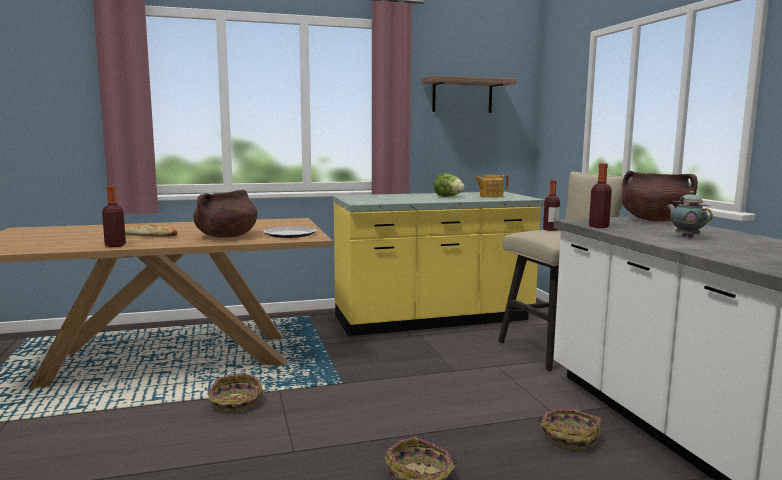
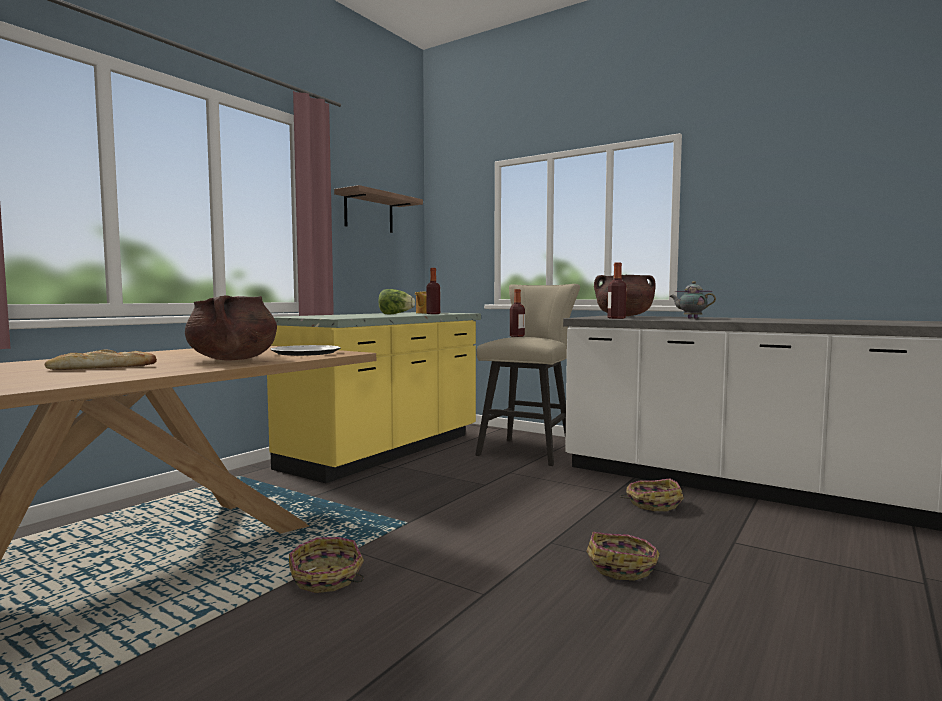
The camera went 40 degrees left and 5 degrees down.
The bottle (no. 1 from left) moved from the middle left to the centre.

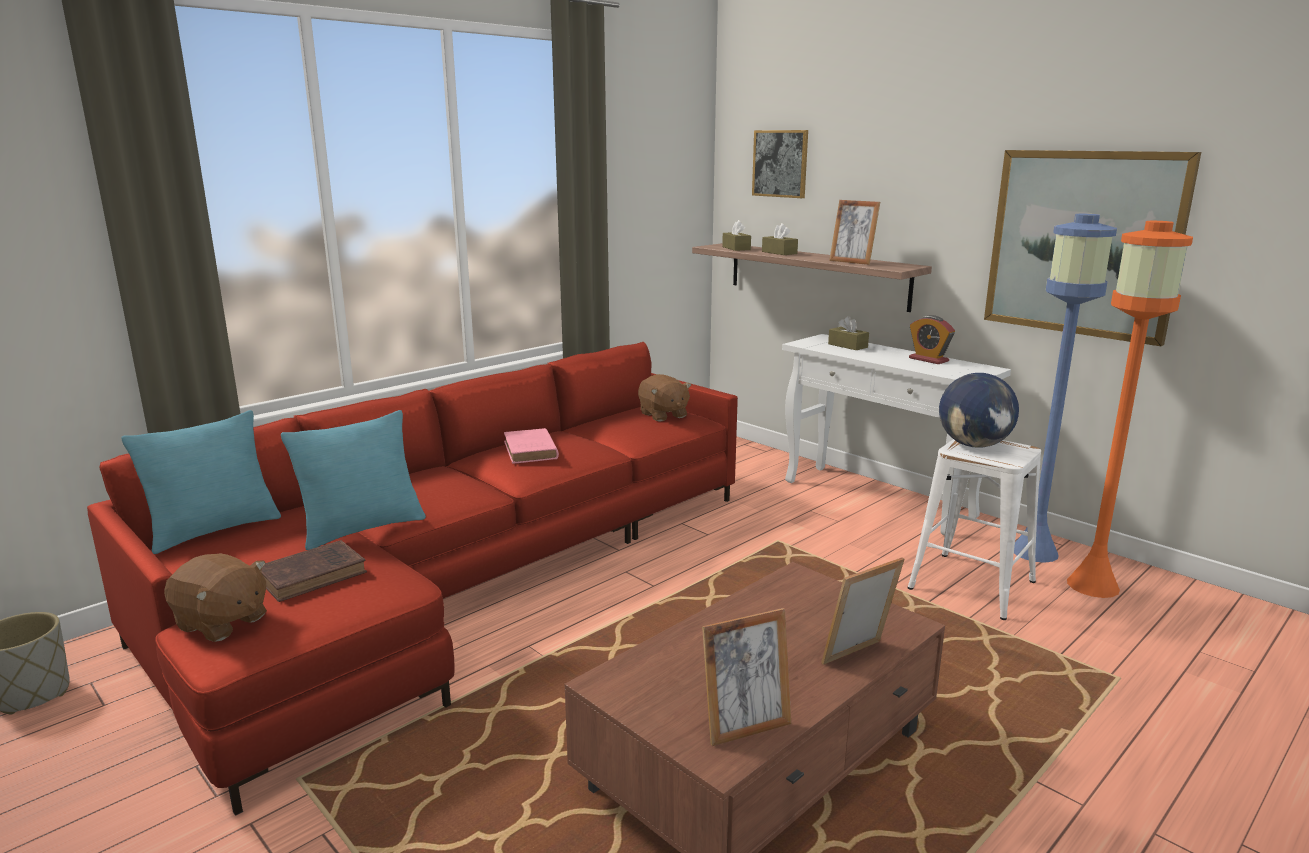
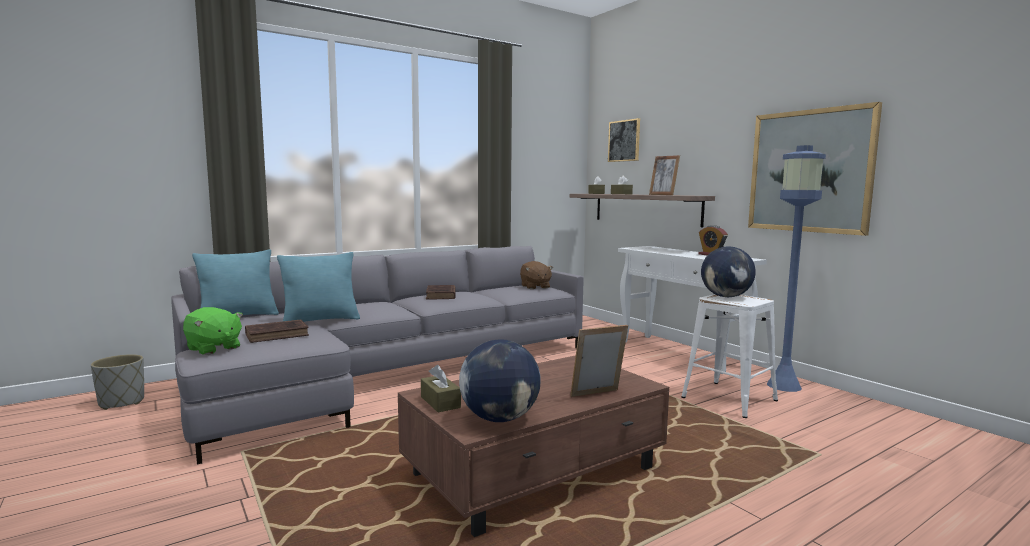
The camera went 10 degrees right and 10 degrees down.
The sofa (red) at the bottom left became the sofa (grey) at the centre.
The plush toy (brown) (no. 1 from left) at the bottom left became the plush toy (green) at the middle left.
The book (pink) at the centre became the book (brown) (no. 2 from left) at the centre.
The picture frame (no. 1 from left) at the bottom centre was replaced by the globe (no. 1 from left) at the bottom centre.
The tissue box (brown) (no. 3 from left in the first image) moved from the centre to the bottom centre.
The floor lamp (orange) at the middle right disappeared.

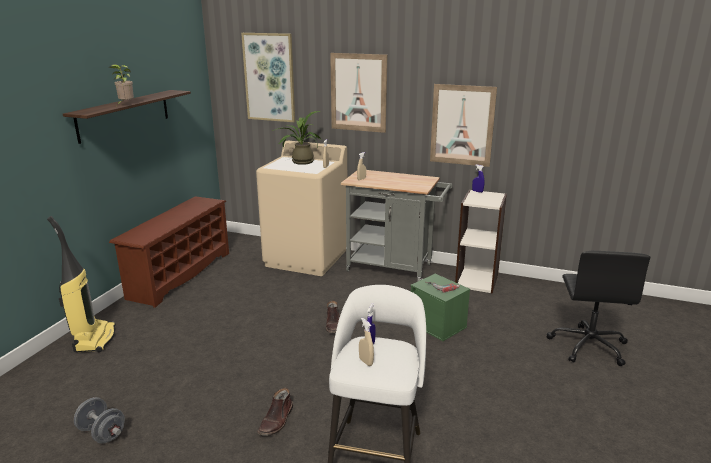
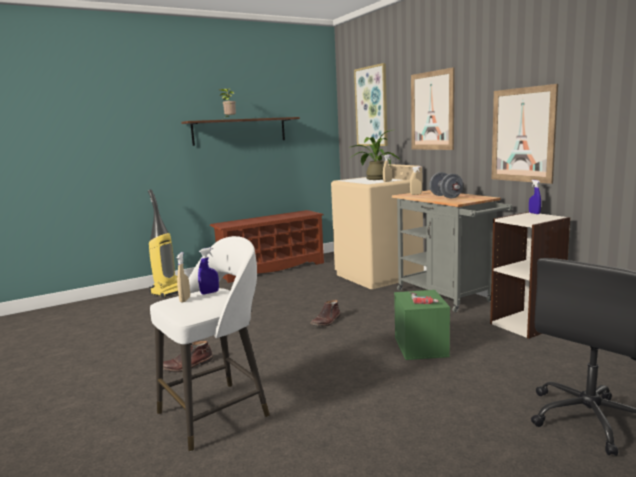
The camera went 40 degrees right and 10 degrees down.
The dumbbell (grey) moved from the bottom left to the middle right.

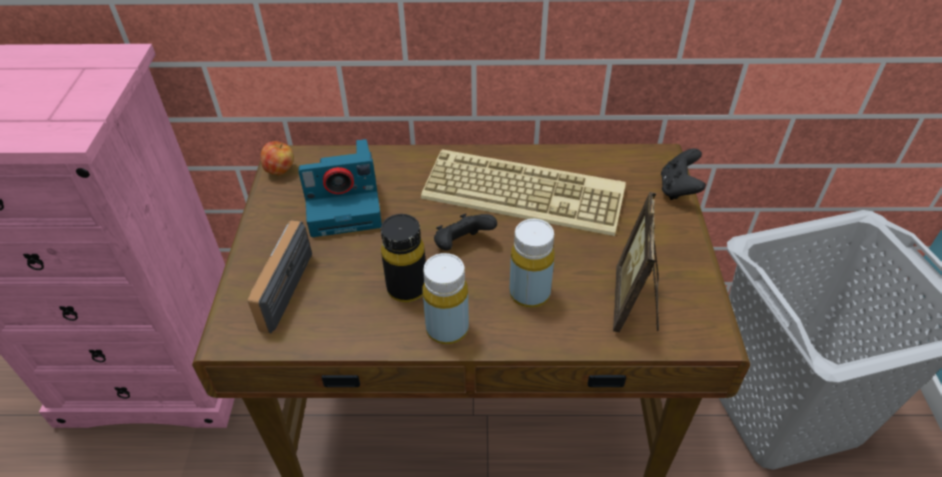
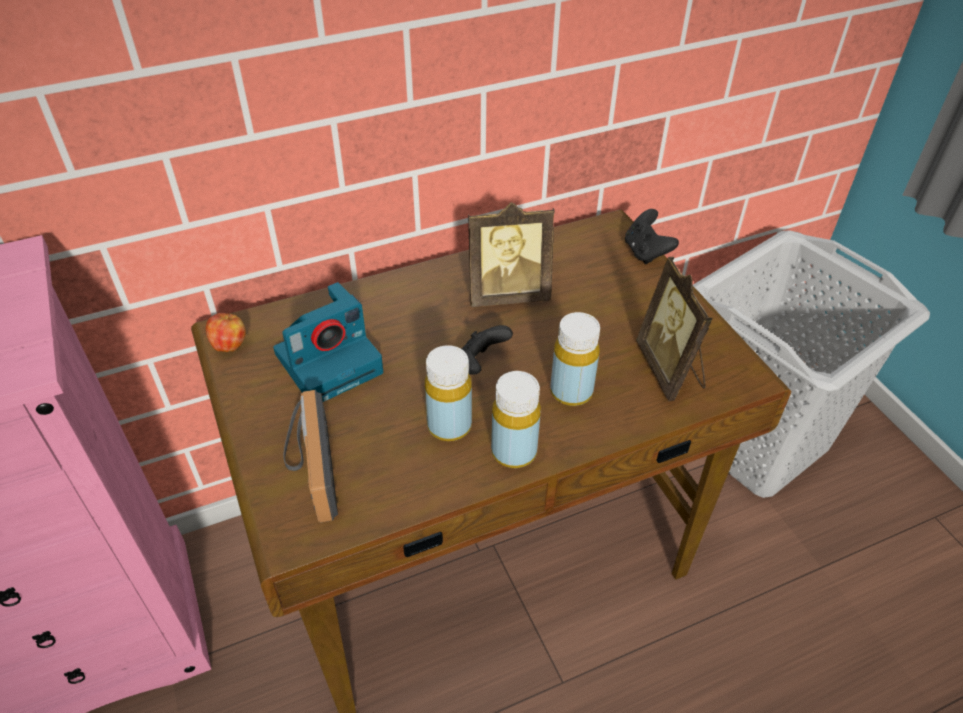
The camera went 25 degrees left and 0 degrees up.
The bottle (black) at the centre became the bottle (yellow) (no. 1 from left) at the centre.
The keyboard at the centre was replaced by the picture frame (no. 1 from left) at the centre.

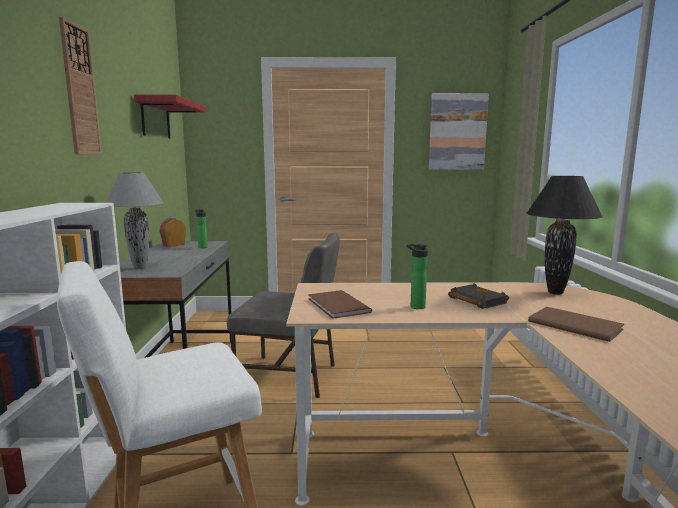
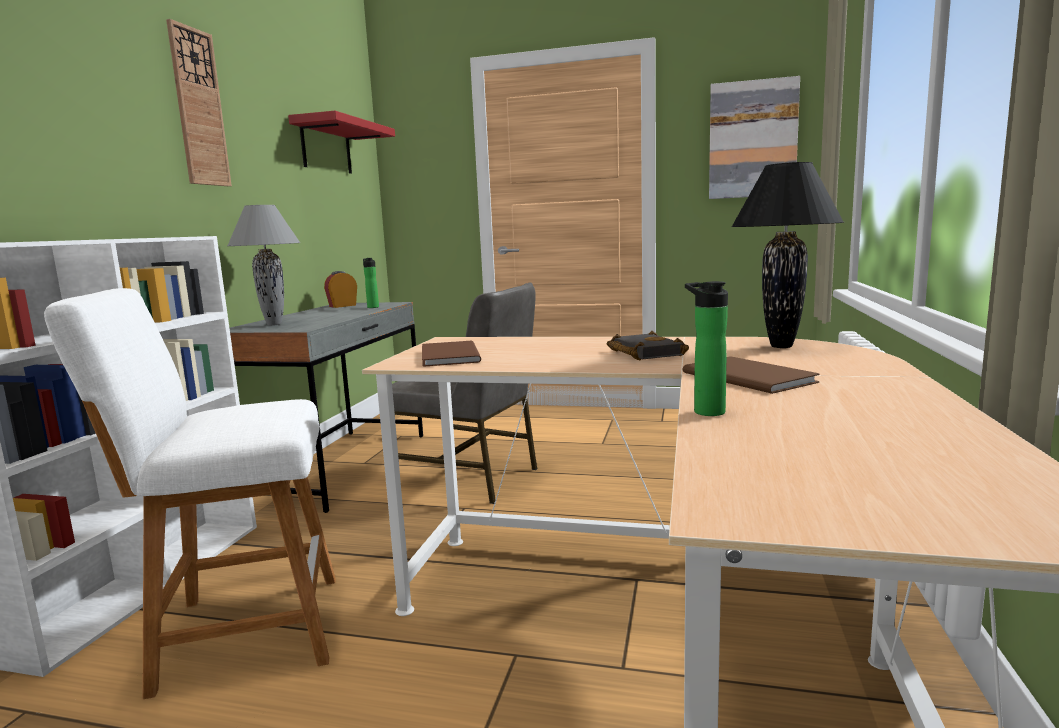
The camera went 15 degrees right and 0 degrees up.
The bottle (no. 2 from left) moved from the centre to the middle right.

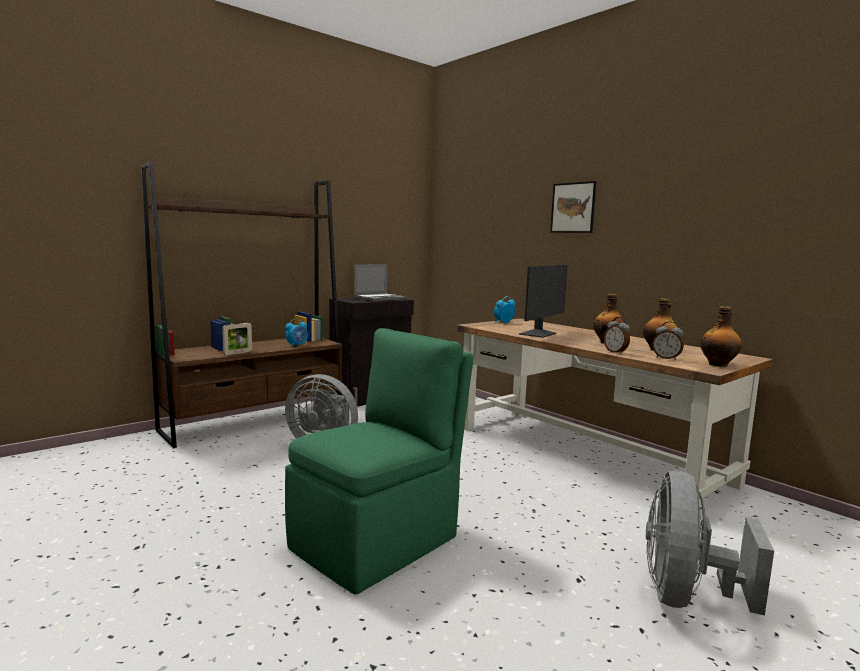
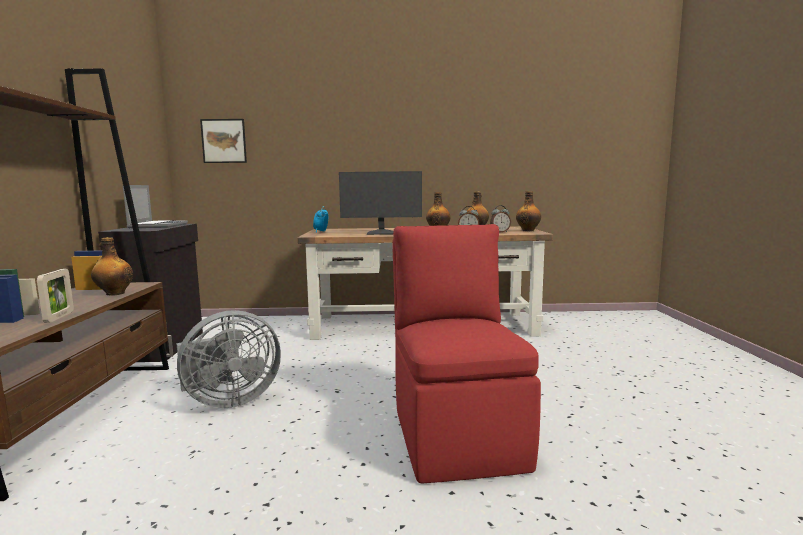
The camera went 50 degrees left and 0 degrees up.
The chair (green) at the bottom centre became the chair (red) at the centre.
The alarm clock (no. 1 from left) at the centre was replaced by the bottle (no. 1 from left) at the middle left.
The monitor at the centre turned 105 degrees clockwise.
The picture moved from the top centre to the top left.
The fan (grey) (no. 2 from left) at the bottom right disappeared.

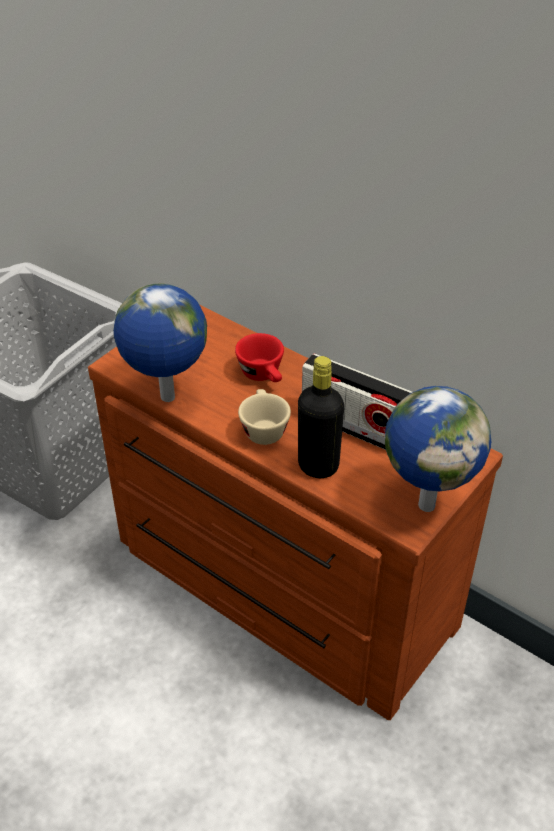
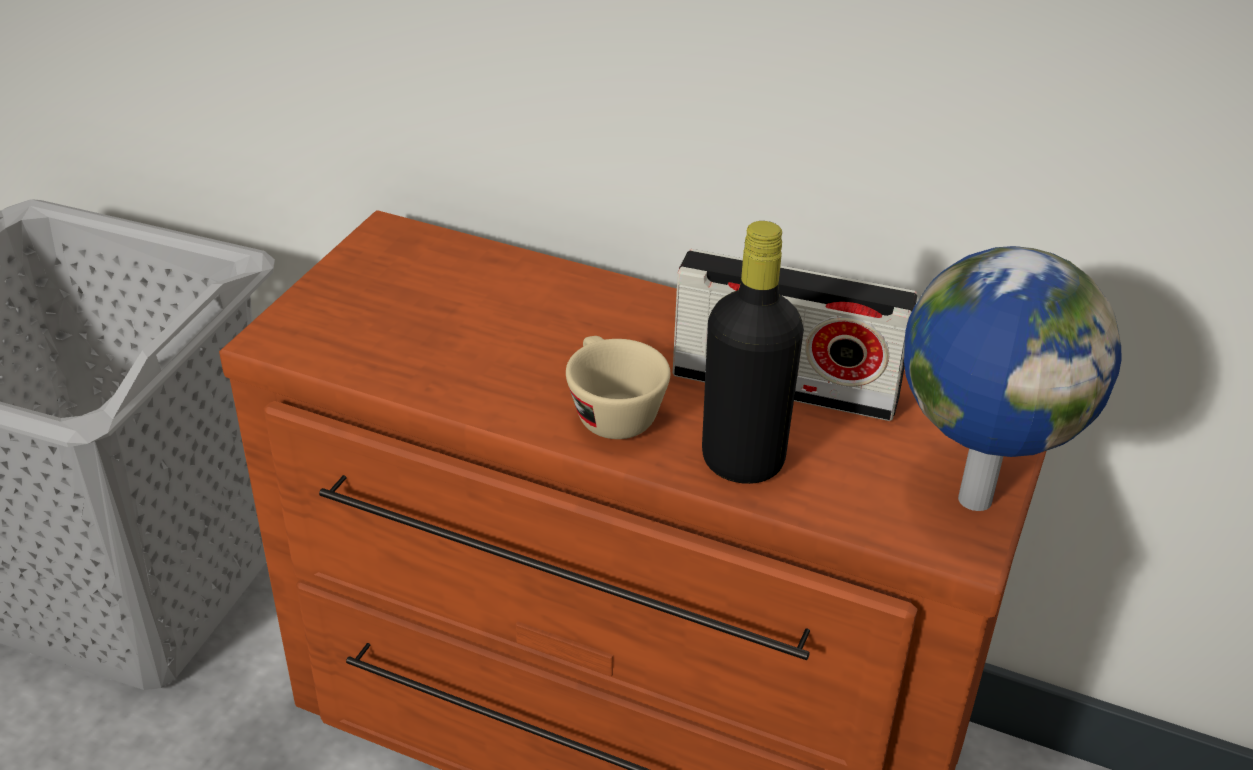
The camera went 15 degrees left and 5 degrees down.
The globe (no. 1 from left) at the middle left disappeared.
The cup (red) at the centre disappeared.

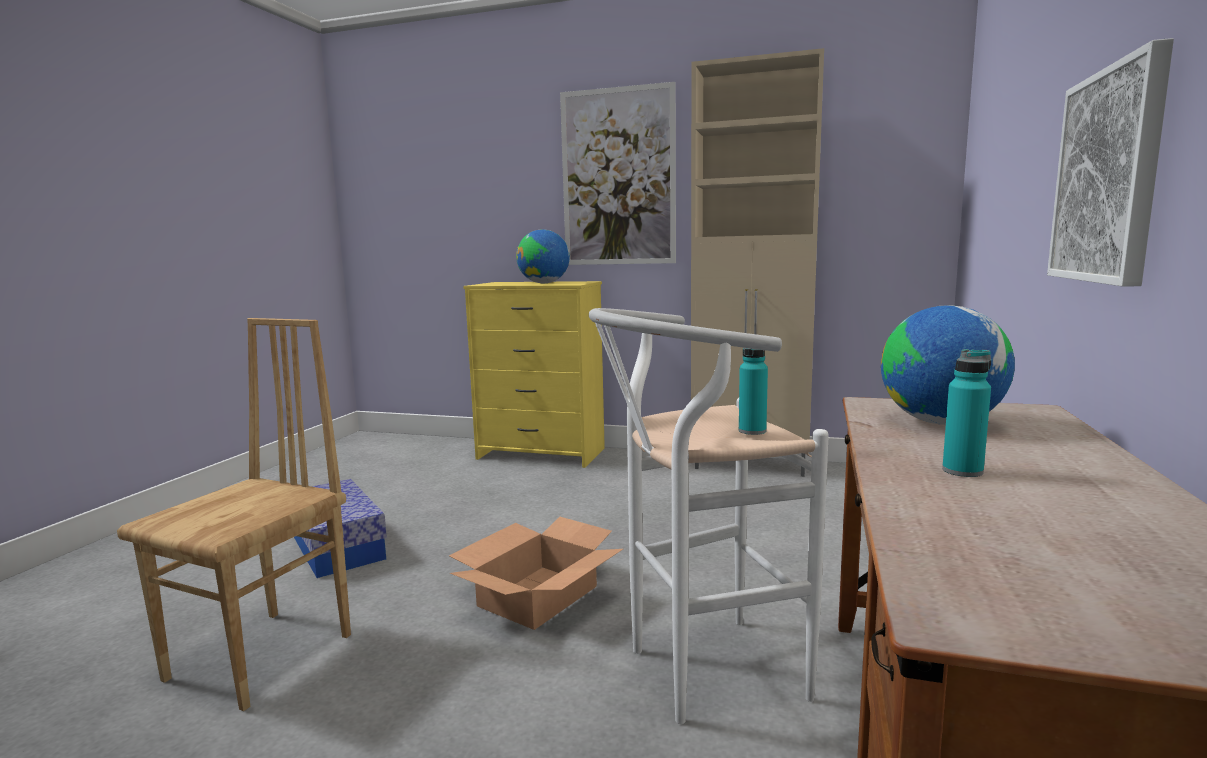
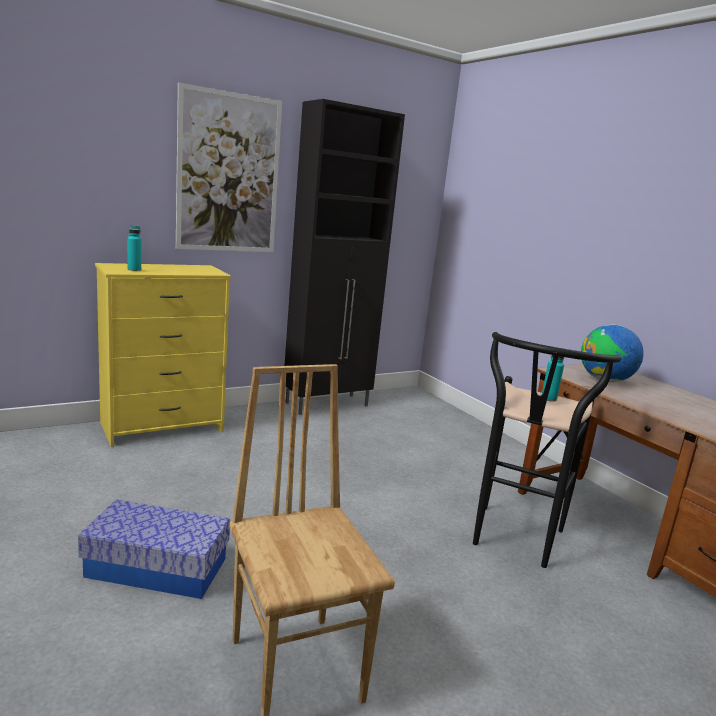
The camera went 50 degrees left and 5 degrees up.
The cardboard box at the bottom centre disappeared.
The globe (no. 1 from left) at the centre disappeared.
The stool (white) at the bottom centre became the stool (black) at the middle right.
The cabinet (beige) at the centre became the cabinet (black) at the centre.
The bottle (turquoise) (no. 2 from left in the first image) moved from the middle right to the middle left.
The picture (no. 2 from left) at the top right disappeared.

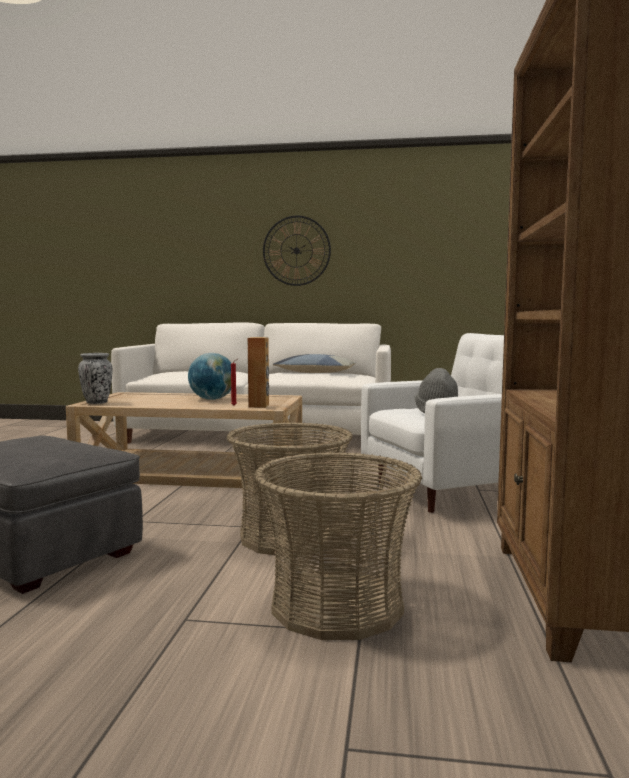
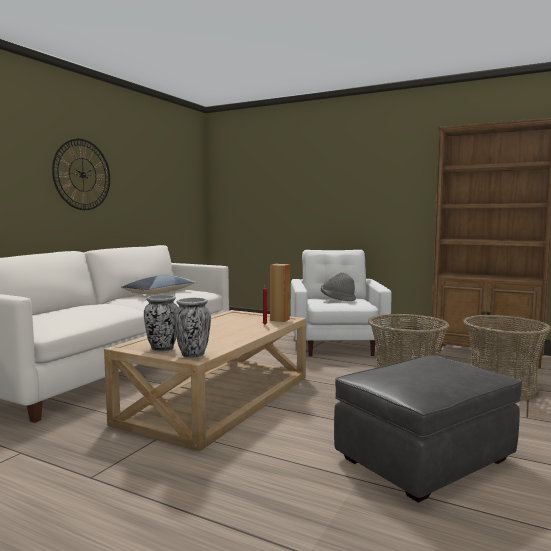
The camera went 70 degrees left and 0 degrees up.
The globe at the centre disappeared.
The vase (no. 1 from left) at the middle left appeared.

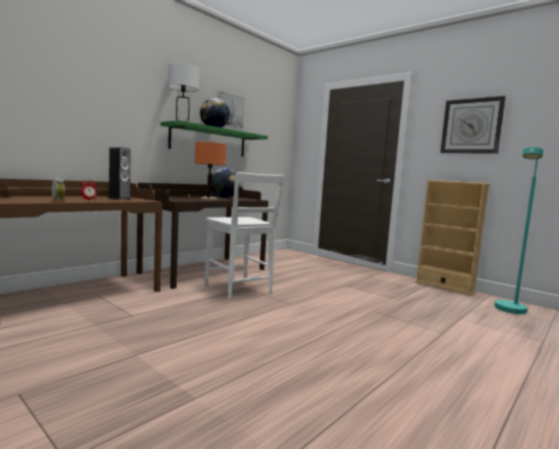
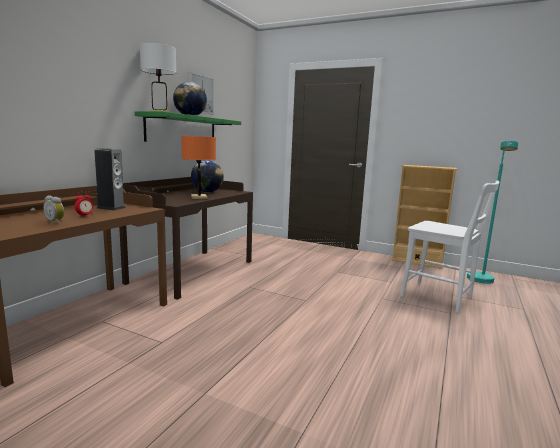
The camera went 15 degrees left and 5 degrees up.
The chair (white) moved from the centre to the middle right.
The wall clock at the top right disappeared.

